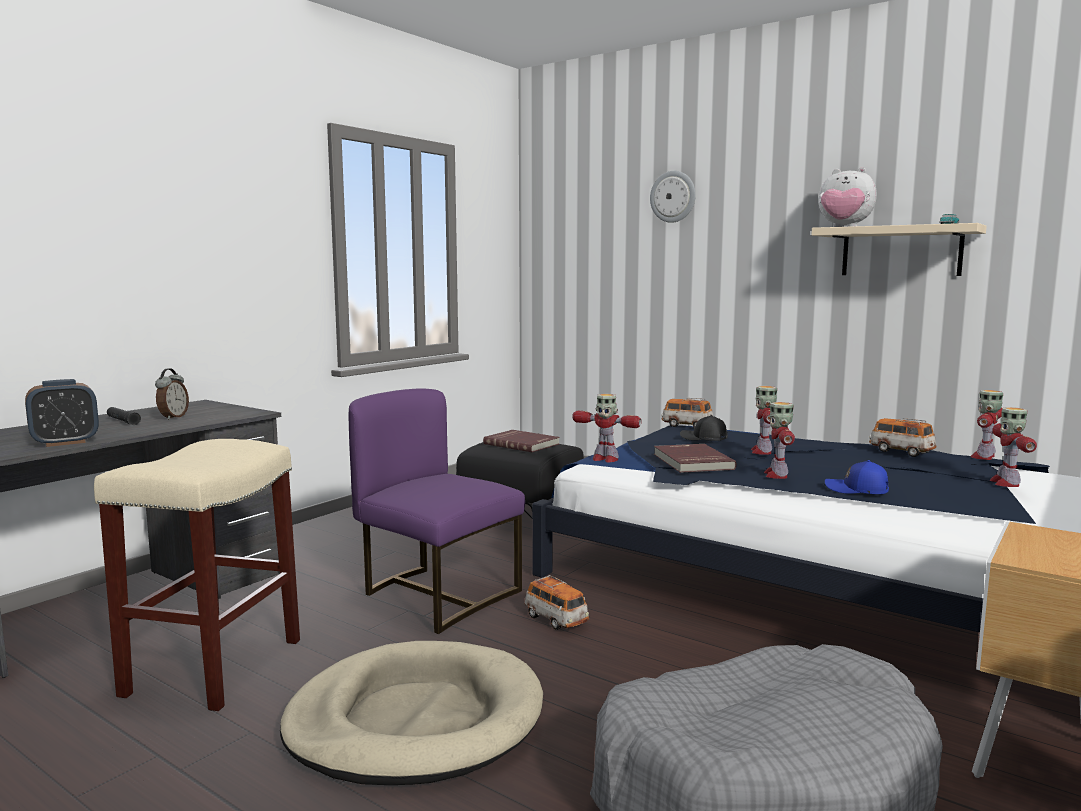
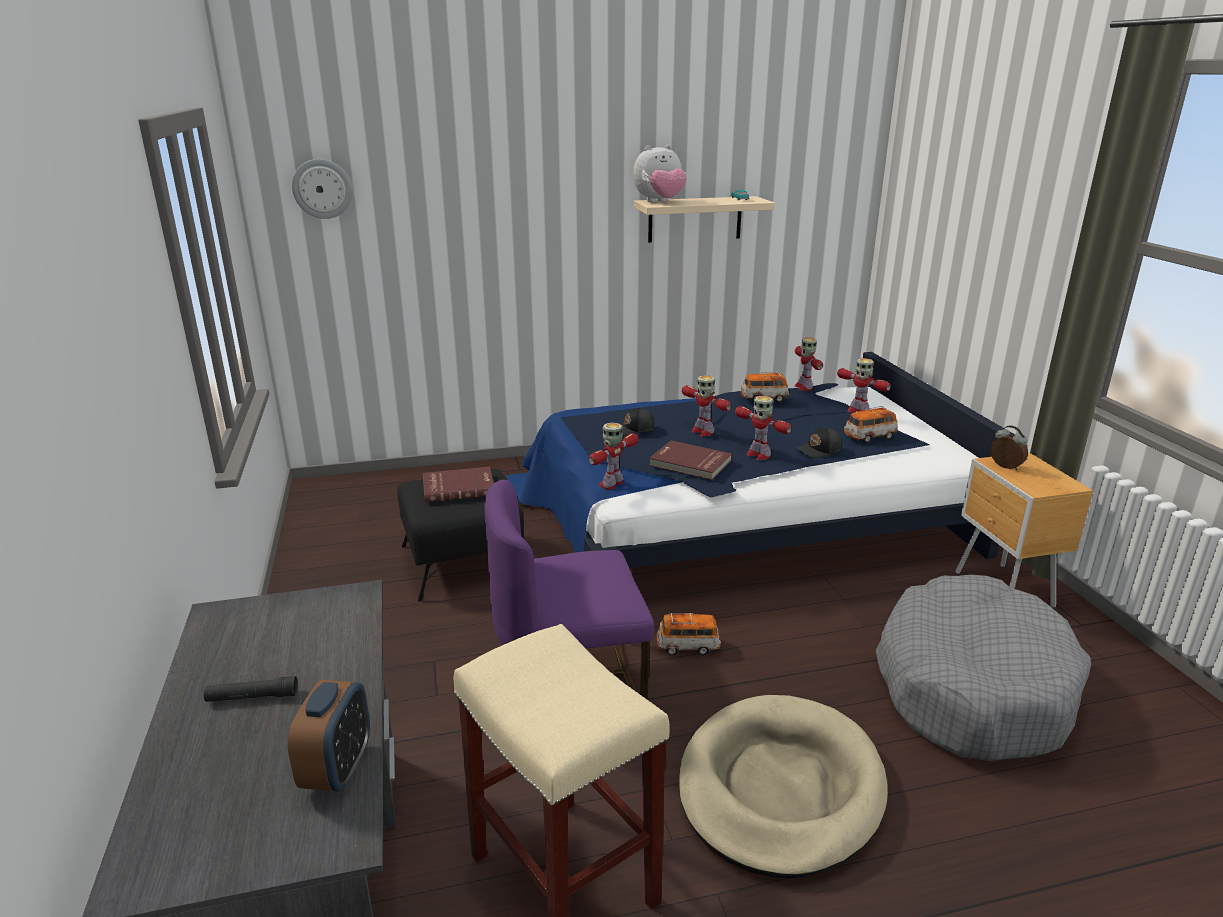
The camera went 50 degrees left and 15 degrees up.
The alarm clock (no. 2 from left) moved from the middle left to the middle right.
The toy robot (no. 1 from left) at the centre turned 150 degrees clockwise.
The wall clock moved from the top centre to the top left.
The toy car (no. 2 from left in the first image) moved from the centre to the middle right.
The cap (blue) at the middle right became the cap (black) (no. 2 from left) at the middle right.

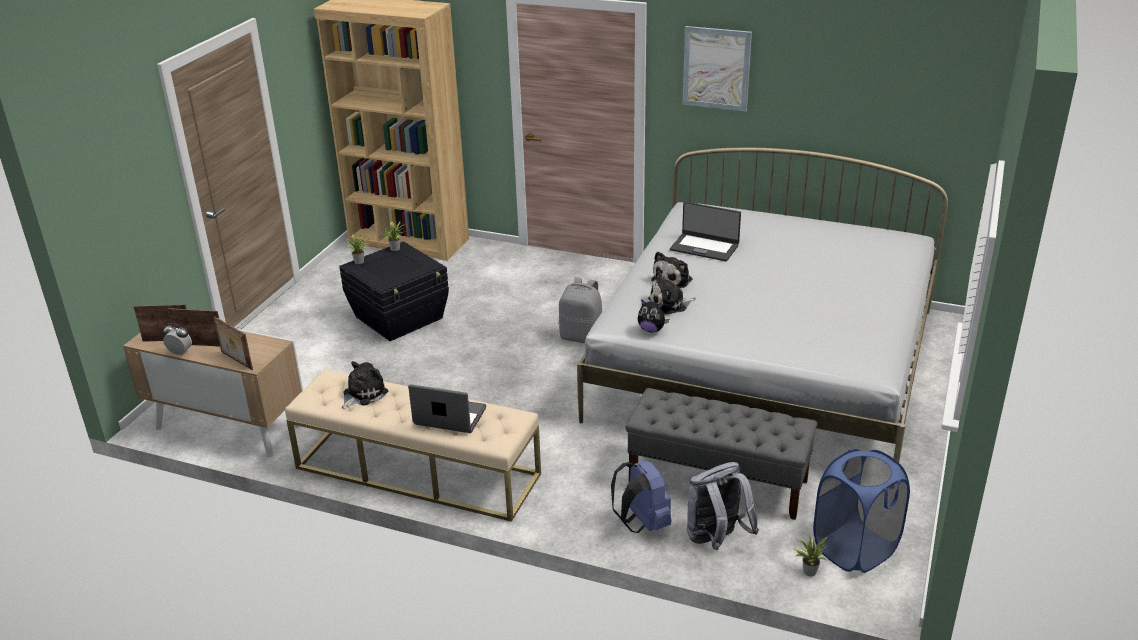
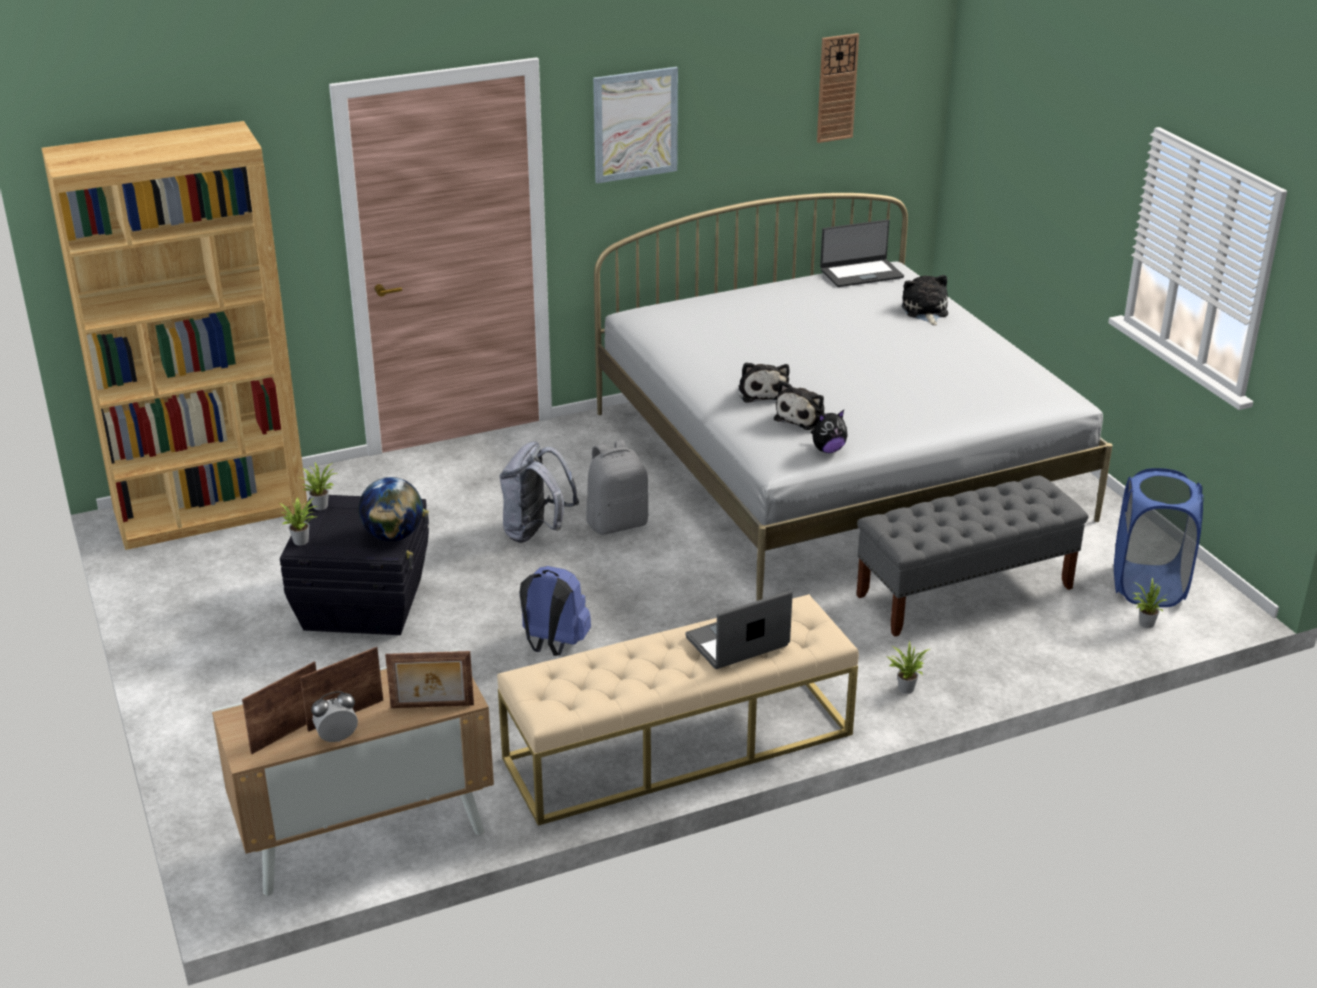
The camera went 45 degrees left and 0 degrees up.
The plush toy (no. 1 from left in the first image) moved from the middle left to the top right.
The backpack (blue) moved from the bottom centre to the centre.
The laptop (no. 2 from left) moved from the centre to the top centre.
The backpack (grey) (no. 2 from left in the first image) moved from the bottom centre to the centre.
The globe at the middle left appeared.
The wall clock at the top centre appeared.
The potted plant (no. 3 from left) at the bottom right appeared.

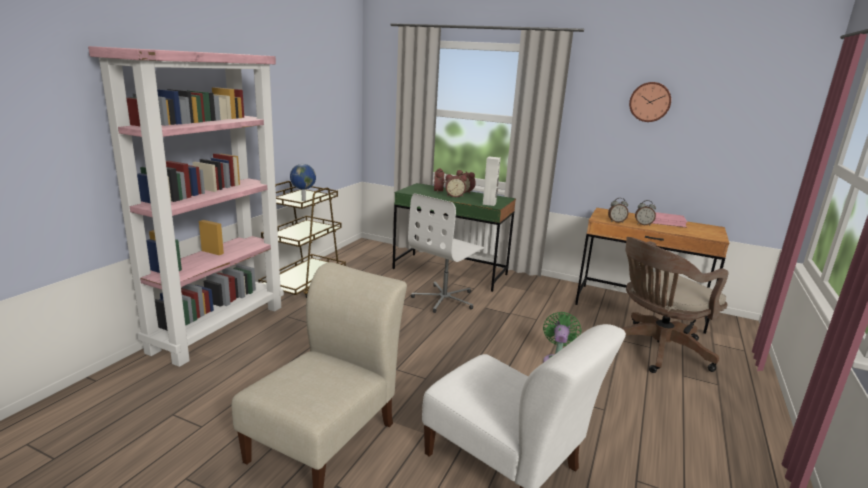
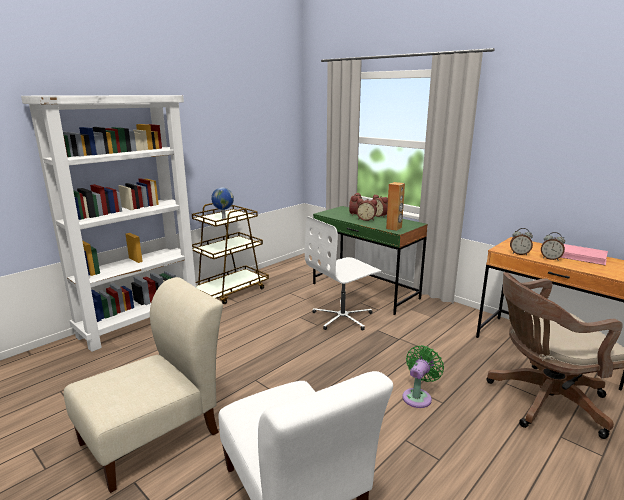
The camera went 20 degrees right and 0 degrees up.
The bookcase (pink) at the middle left became the bookcase (white) at the middle left.
The speaker (white) at the centre became the speaker (brown) at the centre.
The wall clock at the top right disappeared.

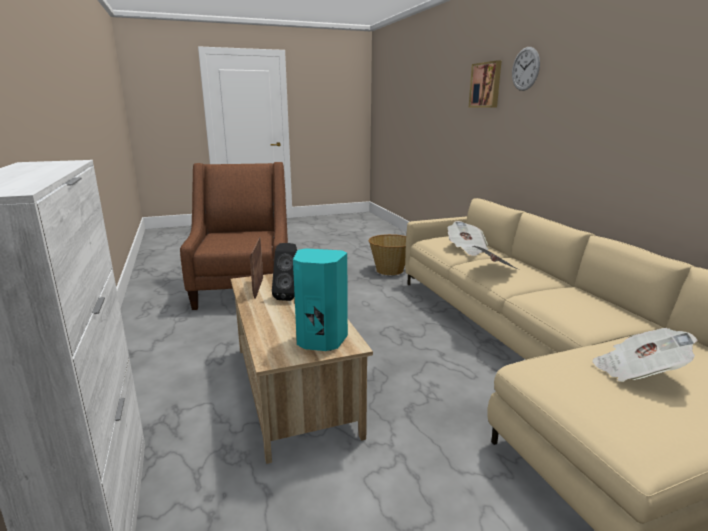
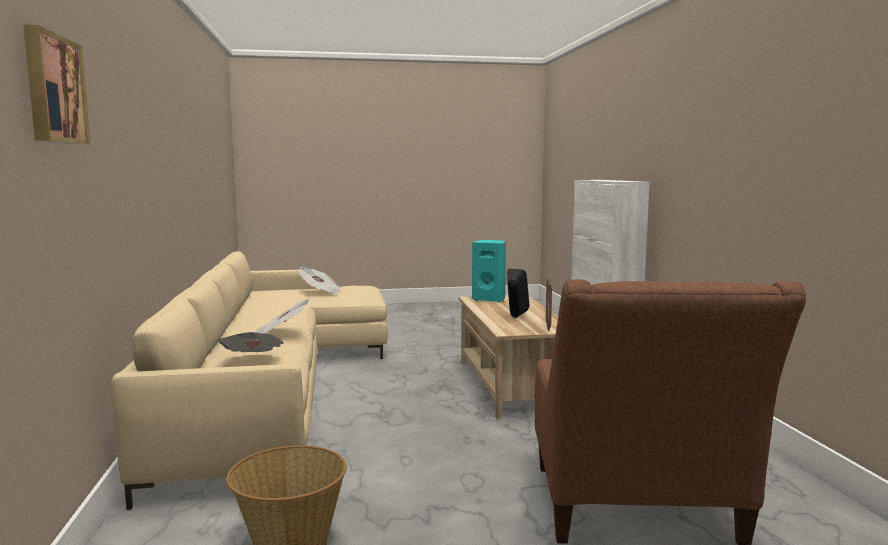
The camera went 170 degrees left and 10 degrees down.
The wall clock at the top right disappeared.

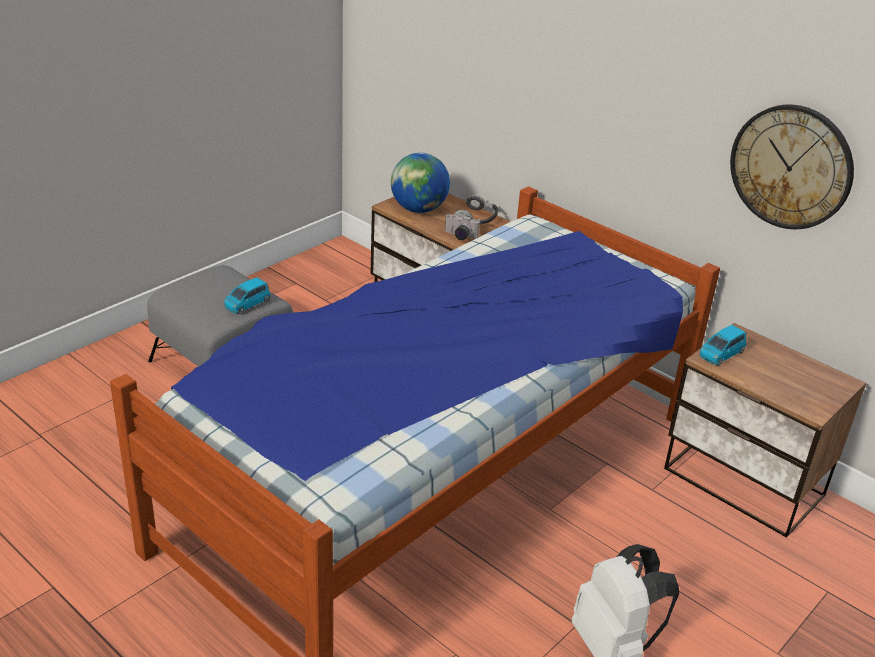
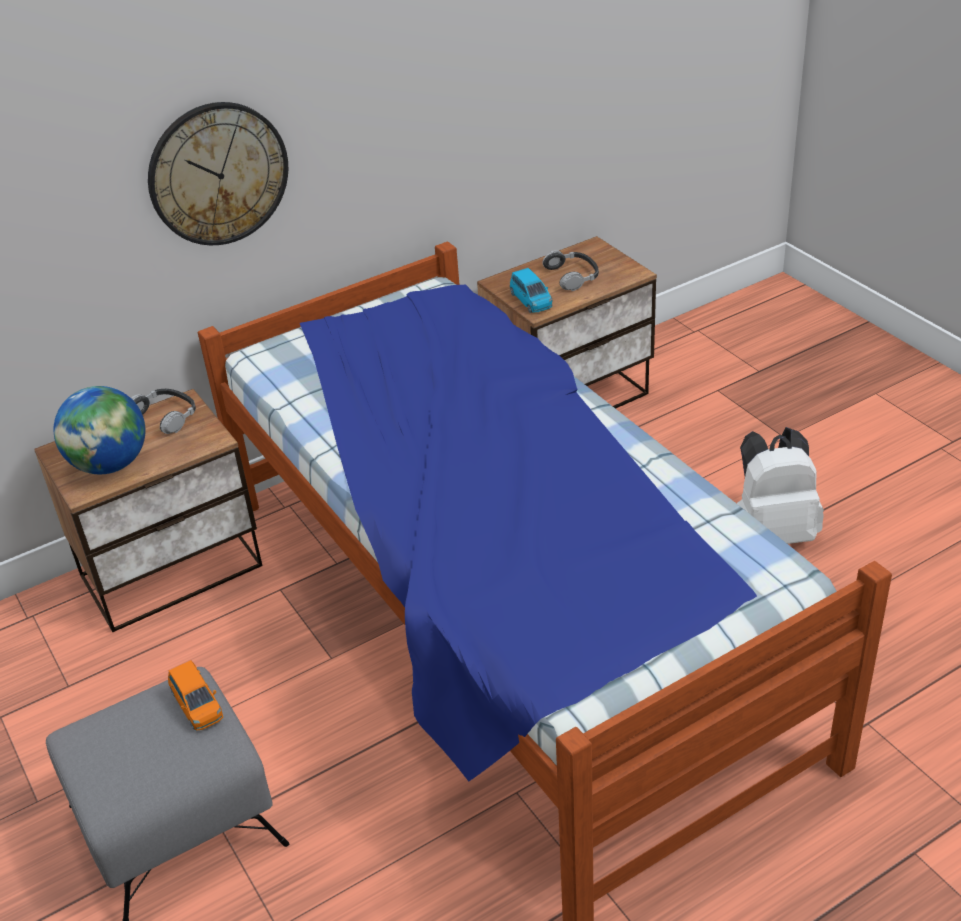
The camera went 70 degrees left and 5 degrees up.
The toy car (blue) (no. 1 from left) at the middle left became the toy car (orange) at the bottom left.
The photo camera at the centre disappeared.
The wall clock moved from the top right to the top left.
The headphones (no. 2 from left) at the top centre appeared.

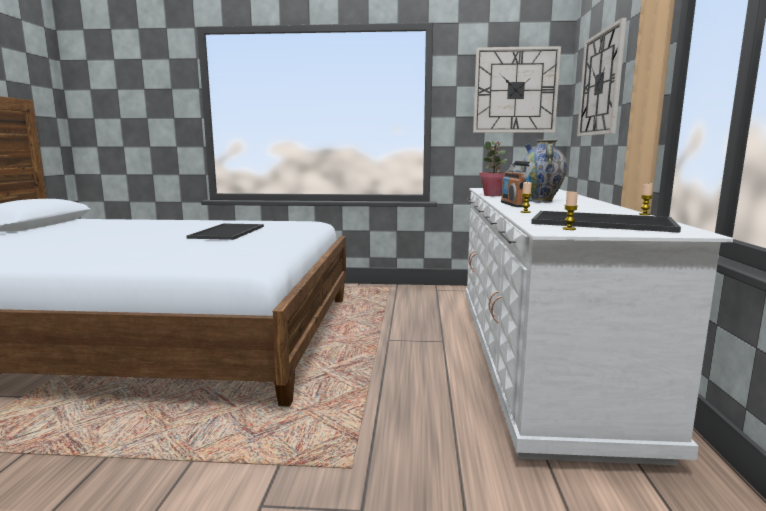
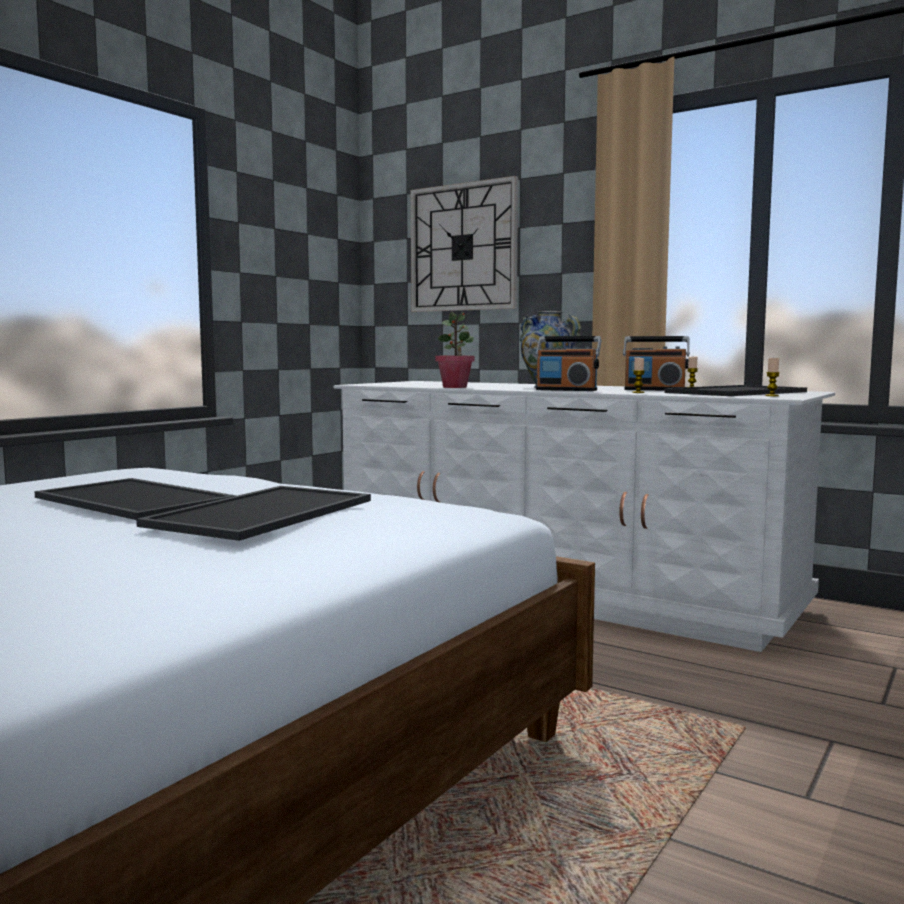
The camera went 60 degrees left and 5 degrees down.
The wall clock (no. 1 from left) at the top right disappeared.
The tray (no. 2 from left) at the middle left appeared.
The radio (no. 2 from left) at the middle right appeared.

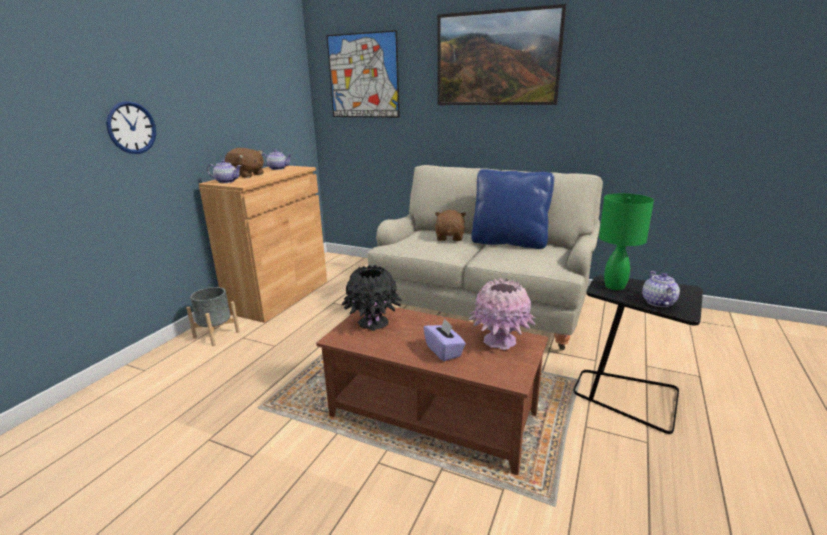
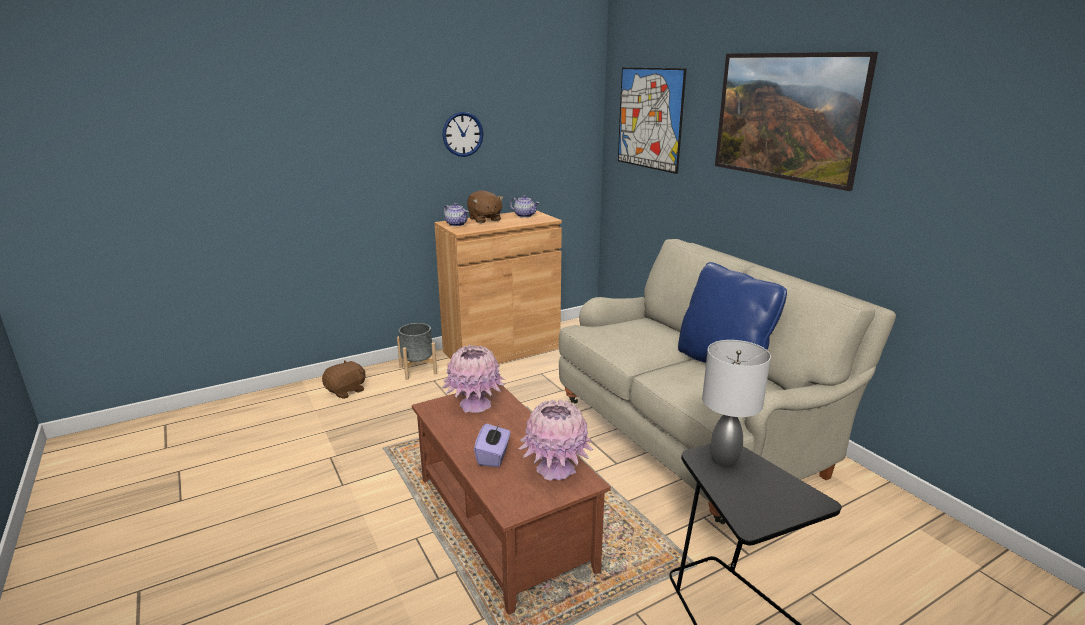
The camera went 35 degrees right and 0 degrees up.
The wall clock moved from the top left to the top centre.
The vase (black) at the centre became the vase (pink) (no. 1 from left) at the centre.
The plush toy (brown) (no. 2 from left in the first image) moved from the centre to the middle left.
The table lamp (green) at the middle right became the table lamp (grey) at the middle right.
The teapot (no. 3 from left) at the middle right disappeared.

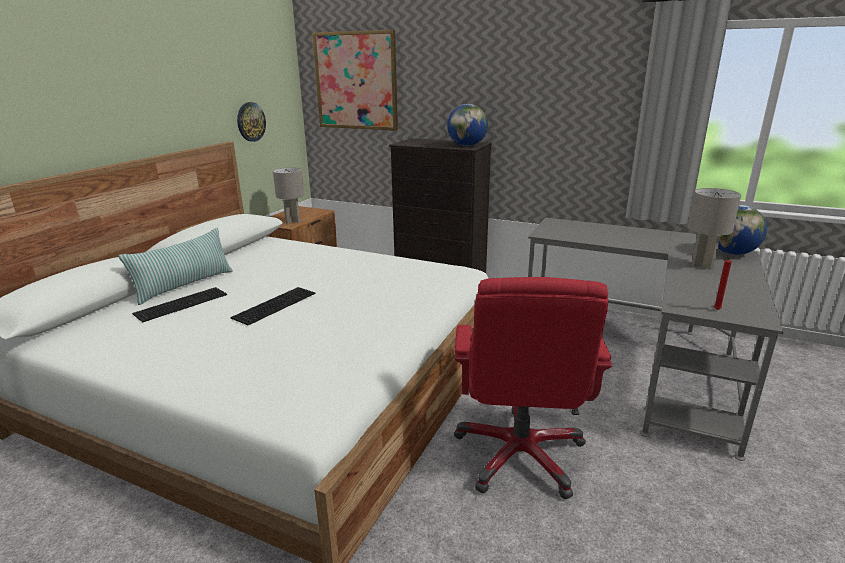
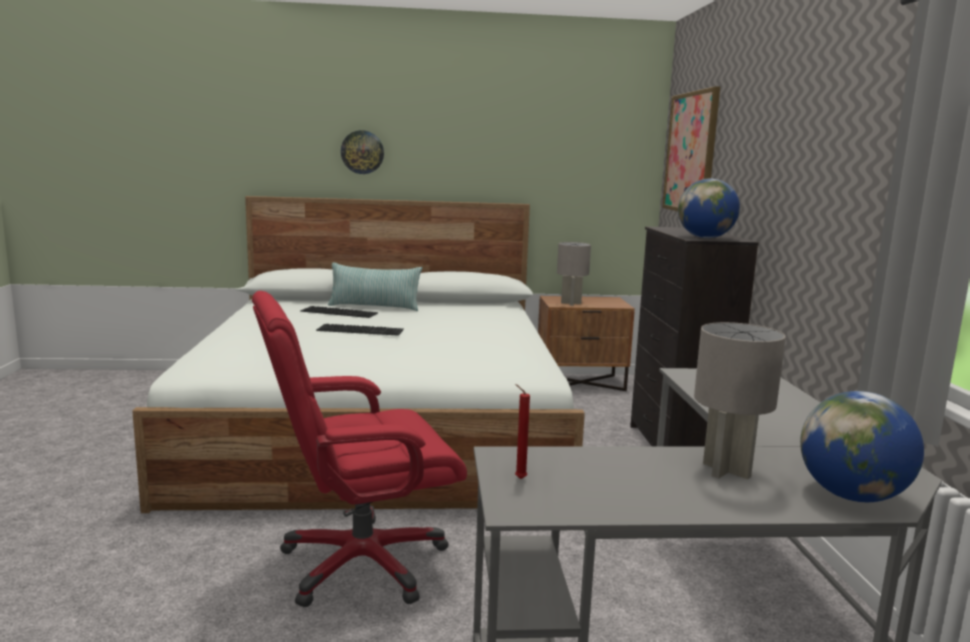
The camera went 60 degrees right and 10 degrees down.
The wall clock moved from the top left to the top centre.

